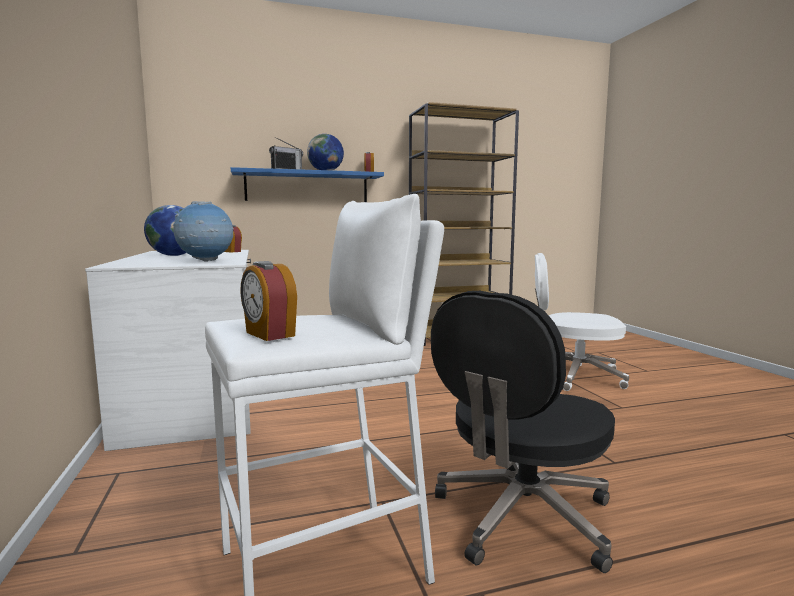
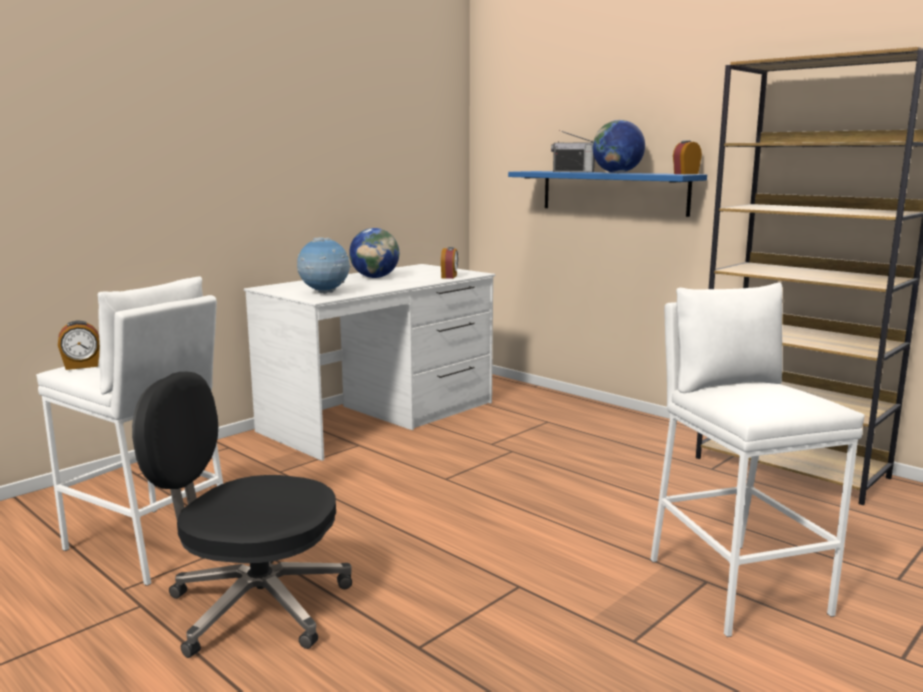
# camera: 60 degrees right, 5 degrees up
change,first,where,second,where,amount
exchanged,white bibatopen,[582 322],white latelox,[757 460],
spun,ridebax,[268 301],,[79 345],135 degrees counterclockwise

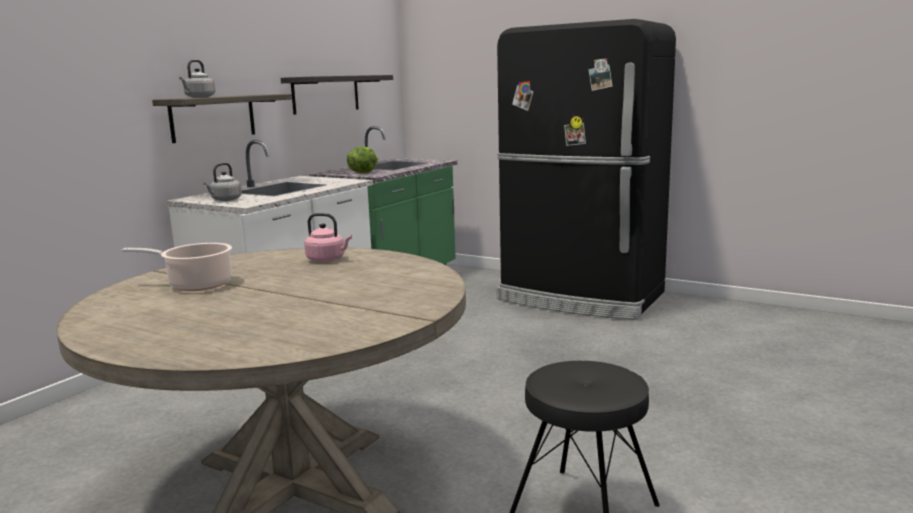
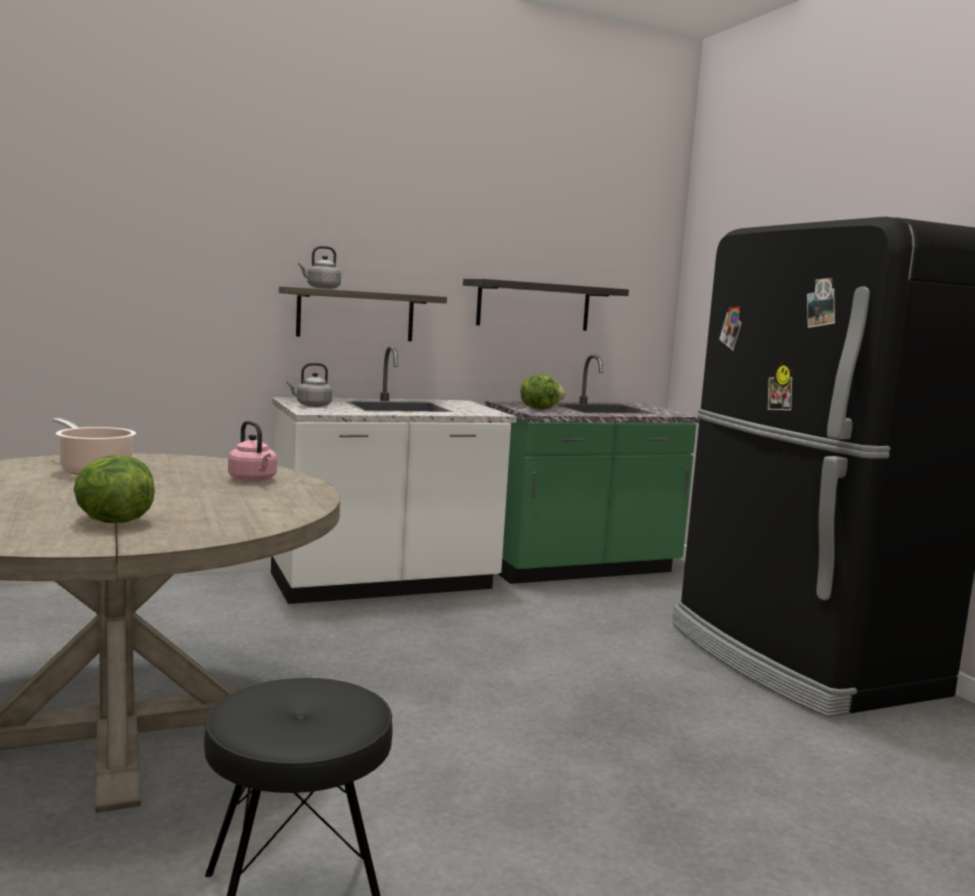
# camera: 35 degrees right, 5 degrees down
change,first,where,second,where,amount
appeared,,,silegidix,[114 489],

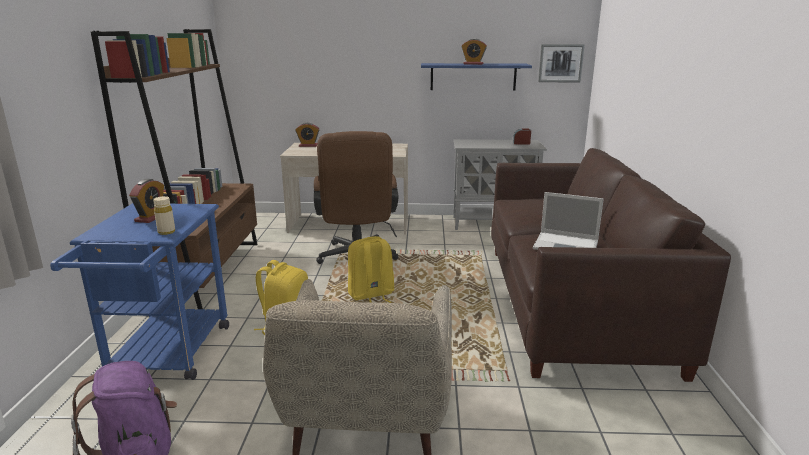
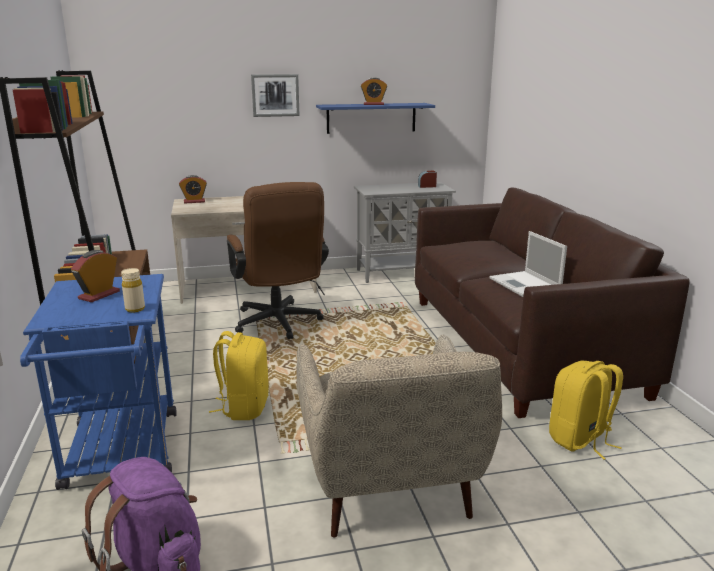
# camera: 15 degrees left, 0 degrees up
change,first,where,second,where,amount
relocated,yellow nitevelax,[371 269],,[586 410],
relocated,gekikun,[561 63],,[275 95],
spun,ridebax,[146 201],,[95 276],150 degrees counterclockwise
spun,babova,[568 221],,[528 264],60 degrees clockwise

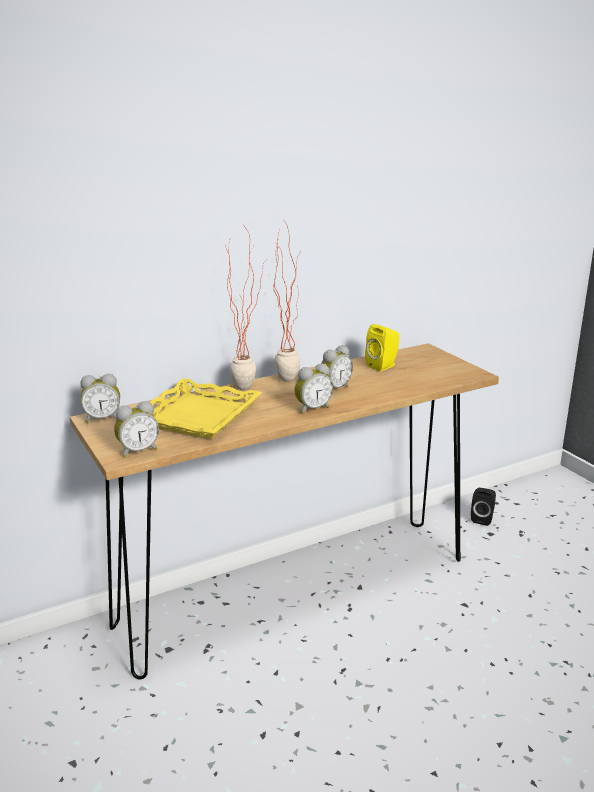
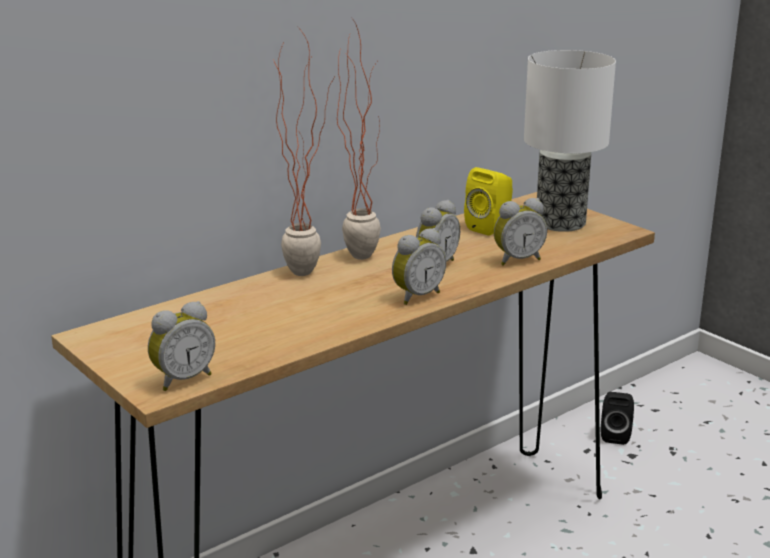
# camera: 10 degrees left, 0 degrees up
change,first,where,second,where,amount
missing,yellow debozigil,[206 408],,,
appeared,,,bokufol,[570 141],
relocated,ridebax,[100 398],,[520 232],

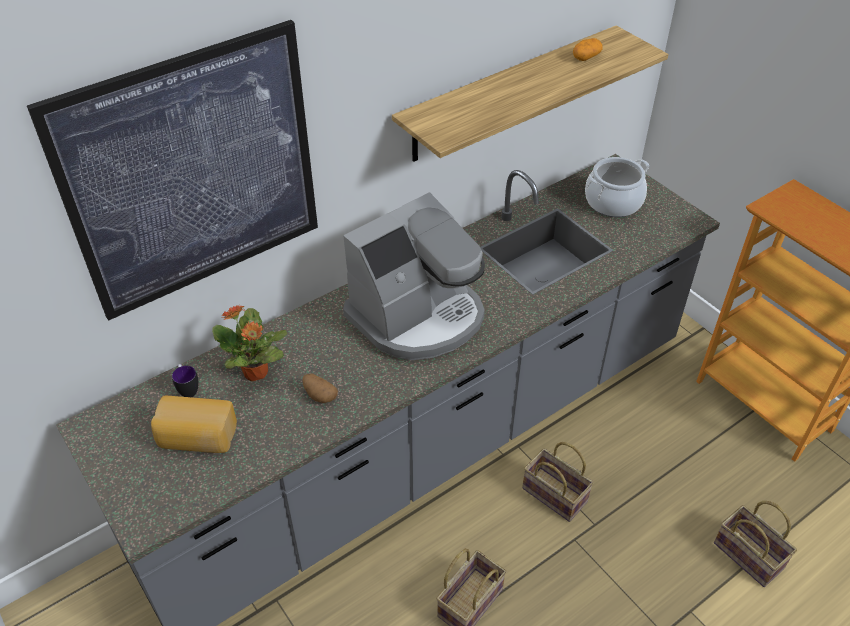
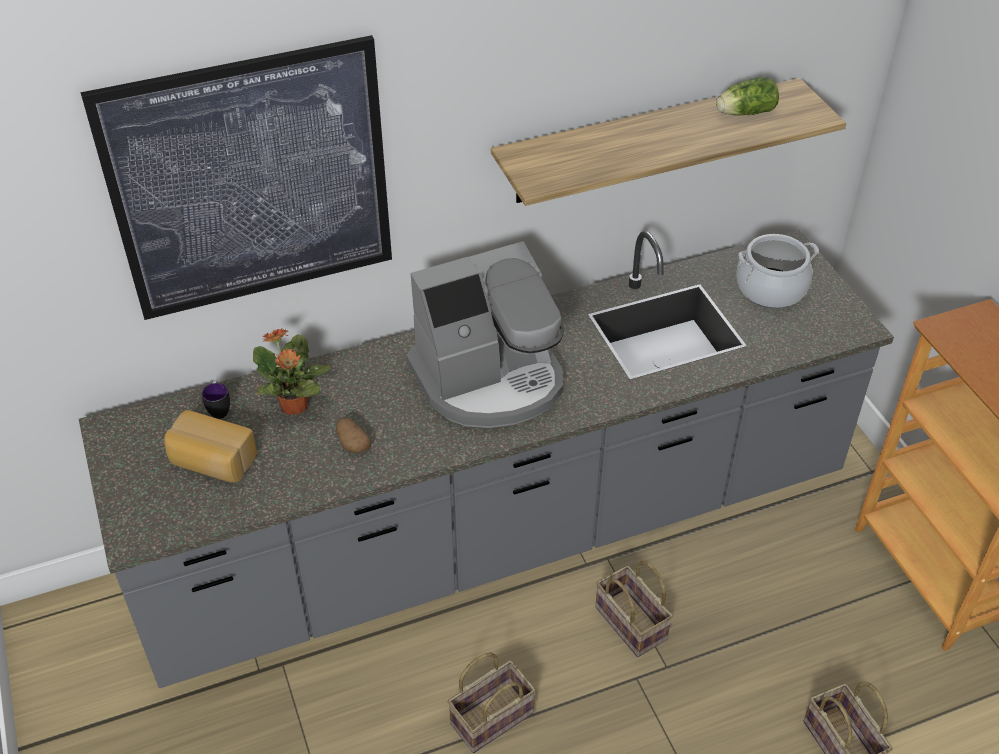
# camera: 15 degrees right, 0 degrees up
change,first,where,second,where,amount
exchanged,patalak,[588 49],silegidix,[747 96],

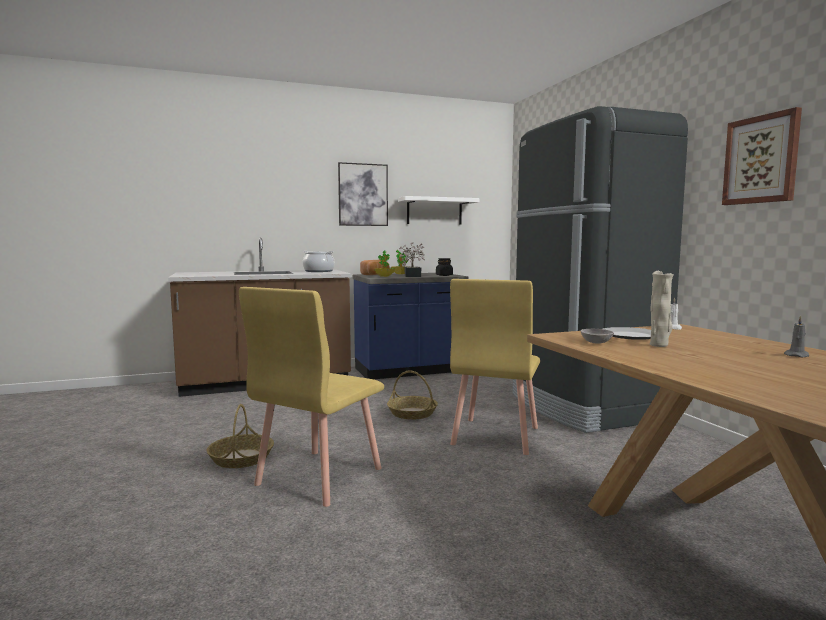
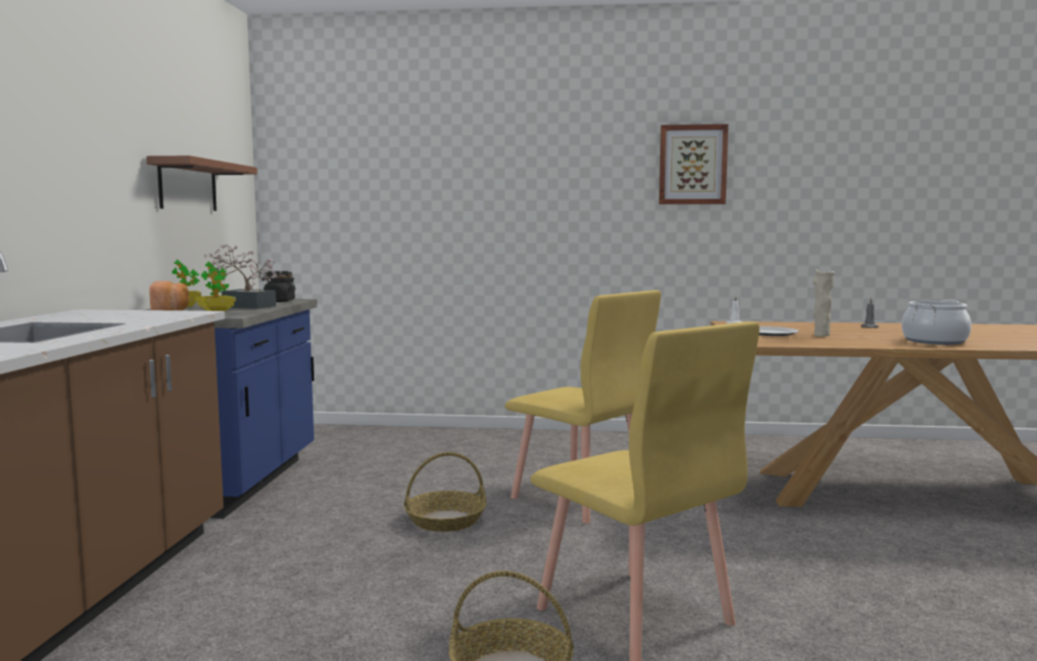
# camera: 65 degrees left, 0 degrees up
change,first,where,second,where,amount
missing,gekikun,[363 194],,,
missing,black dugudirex,[600 269],,,
missing,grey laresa,[597 336],,,
relocated,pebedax,[319 261],,[936 322],
colour,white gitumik,[439 210],brown gitumik,[201 183],

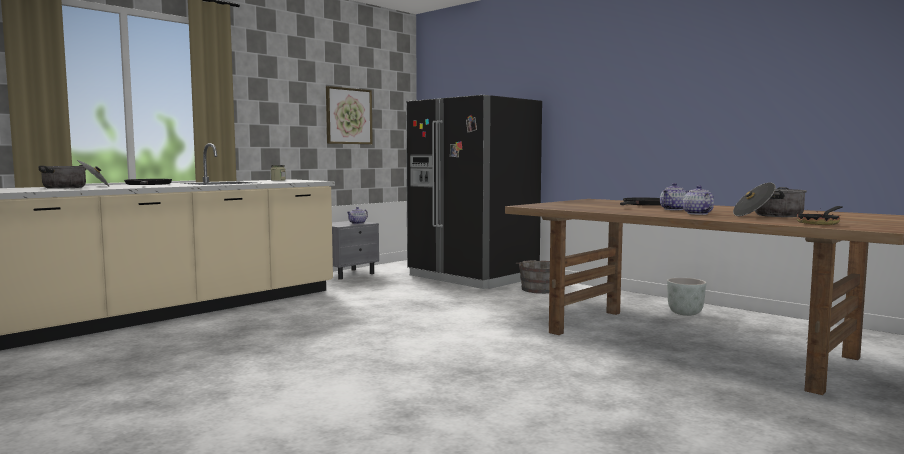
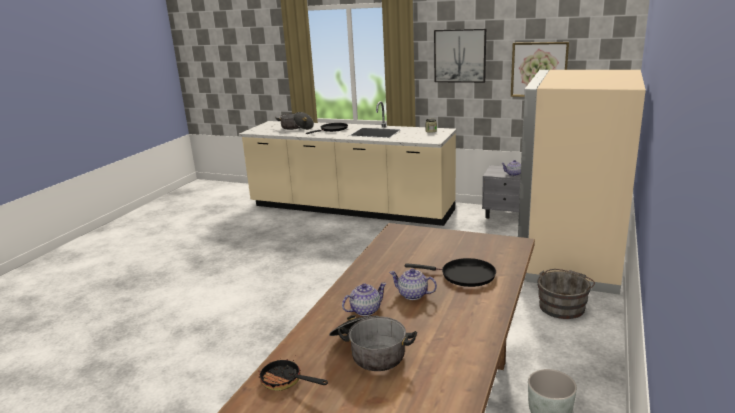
# camera: 70 degrees right, 15 degrees up
change,first,where,second,where,amount
appeared,,,gekikun,[460 56],
colour,black dugudirex,[474 192],beige dugudirex,[582 182],

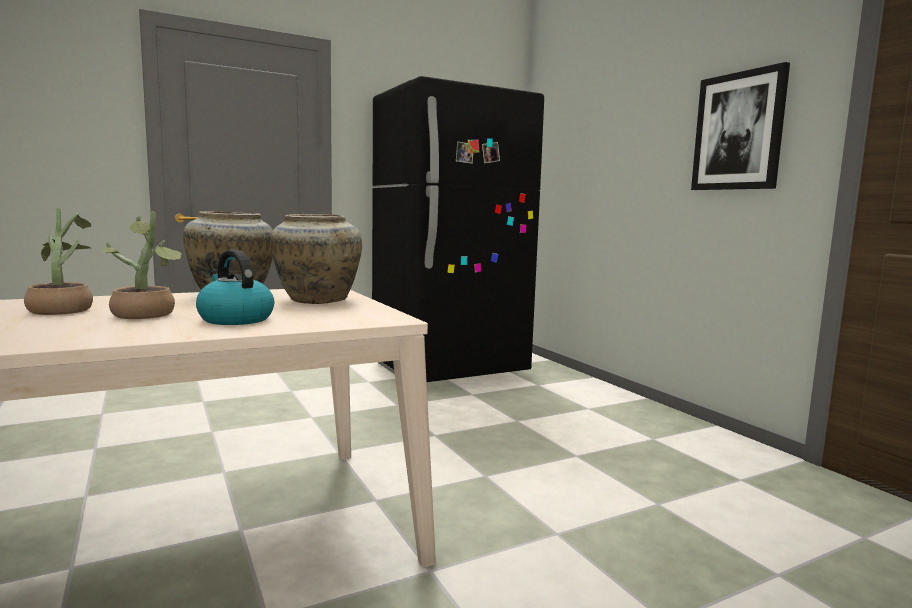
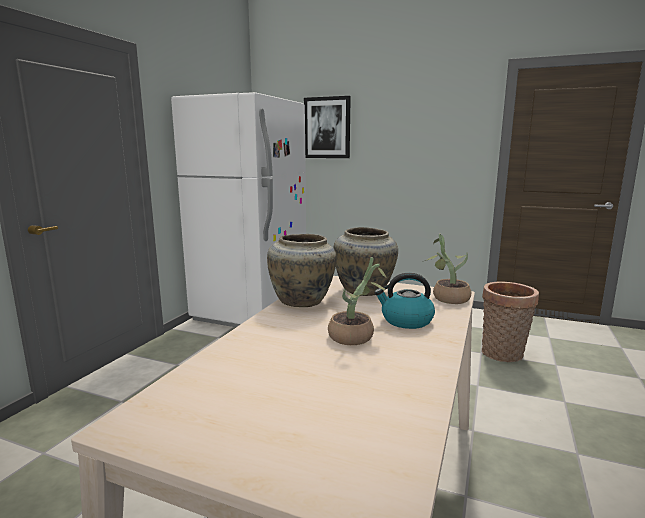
# camera: 40 degrees left, 5 degrees up
change,first,where,second,where,amount
appeared,,,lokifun,[510 322],
relocated,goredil,[58 261],,[448 269],
relocated,gekikun,[740 126],,[327 127],
colour,black dugudirex,[458 229],white dugudirex,[238 209],

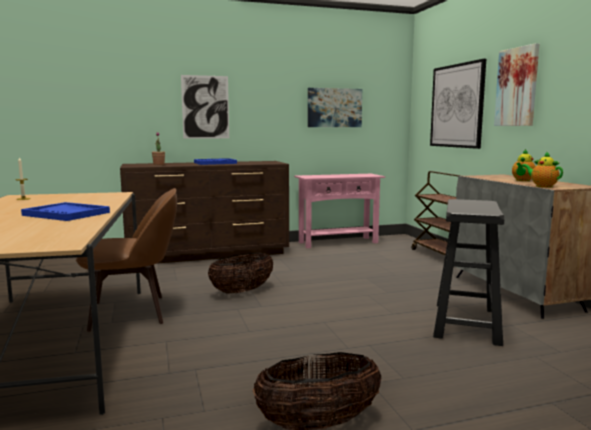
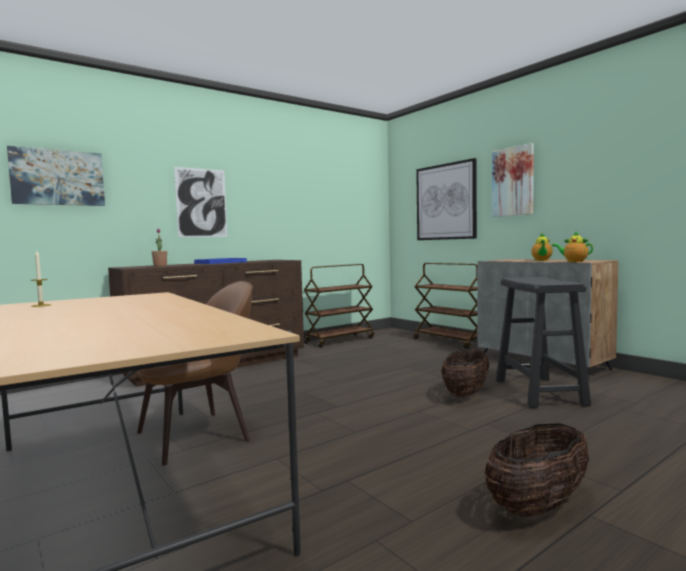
# camera: 20 degrees left, 5 degrees down
change,first,where,second,where,amount
missing,blue debozigil,[65 211],,,
relocated,lokifun,[240 273],,[465 373],
relocated,gekikun,[335 107],,[56 176],
exchanged,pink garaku,[339 211],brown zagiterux,[339 306],

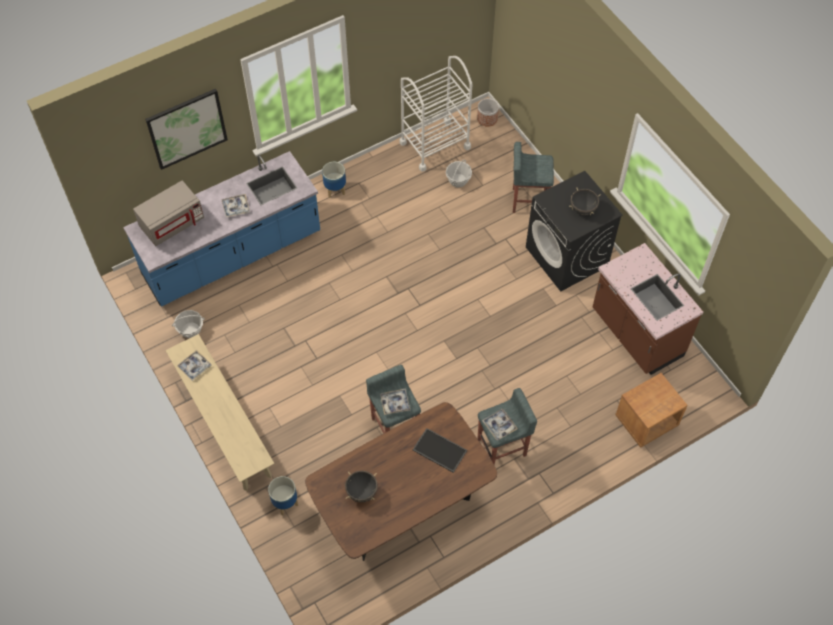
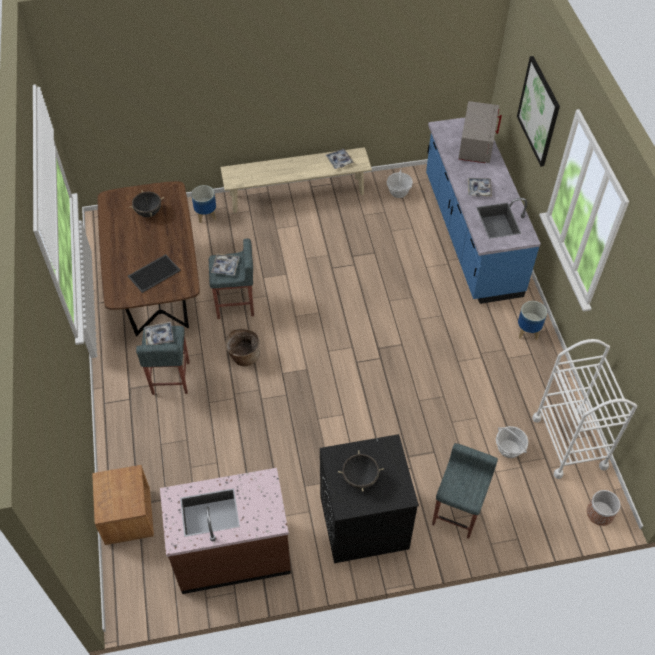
# camera: 110 degrees right, 5 degrees down
change,first,where,second,where,amount
appeared,,,lokifun,[242 347],
spun,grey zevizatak,[168 213],,[480 132],150 degrees counterclockwise

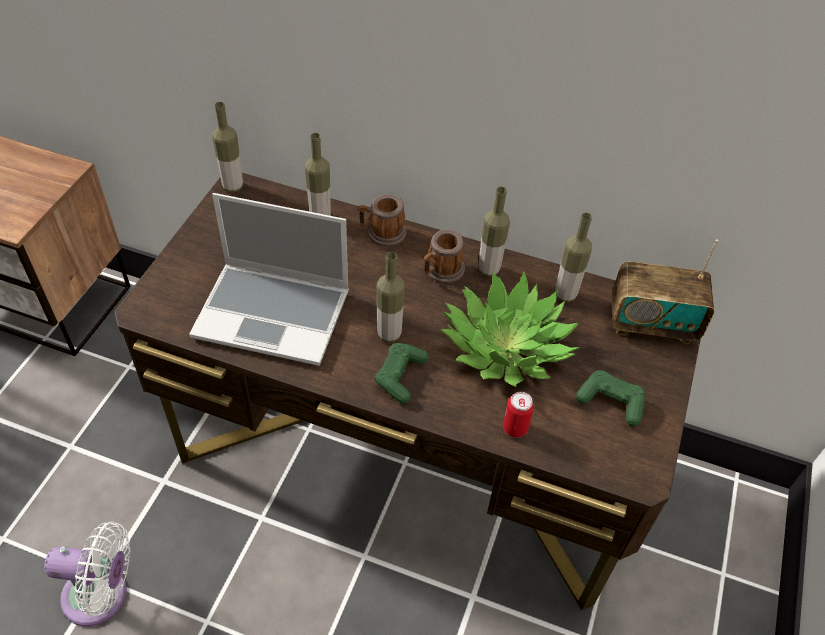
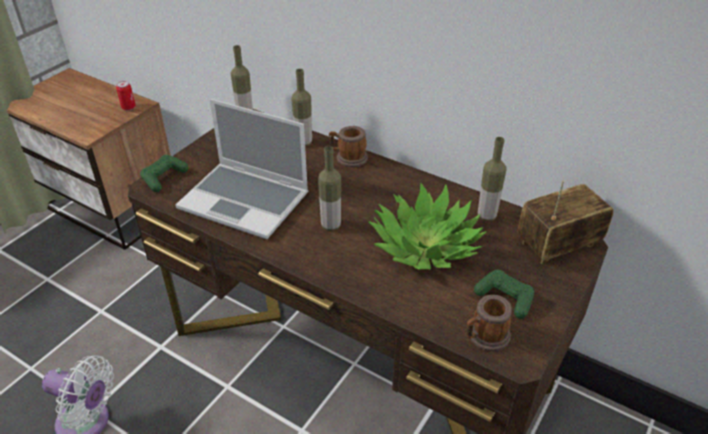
# camera: 15 degrees right, 10 degrees down
change,first,where,second,where,amount
missing,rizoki,[494 232],,,
relocated,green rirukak,[402 373],,[164 173],
relocated,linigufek,[444 256],,[489 323],
relocated,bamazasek,[518 415],,[126 96],
spun,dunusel,[665 291],,[565 222],135 degrees clockwise

